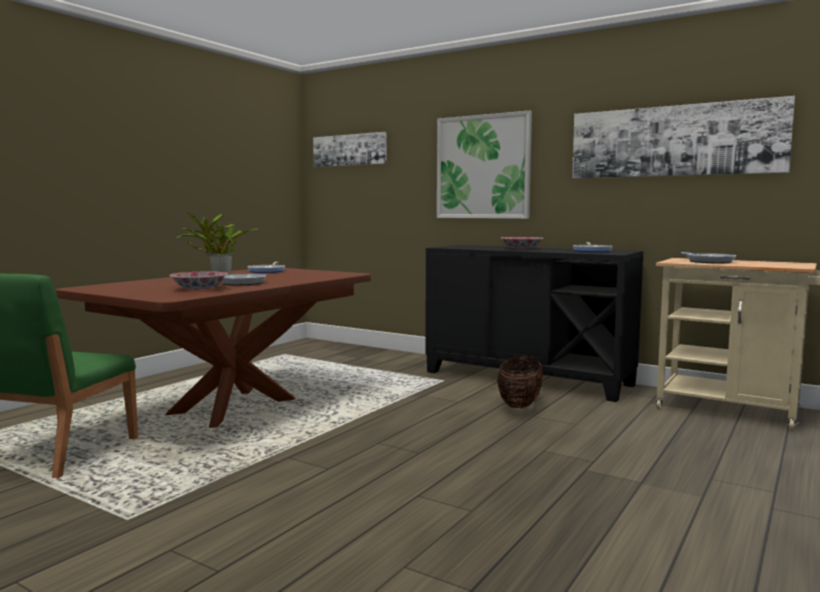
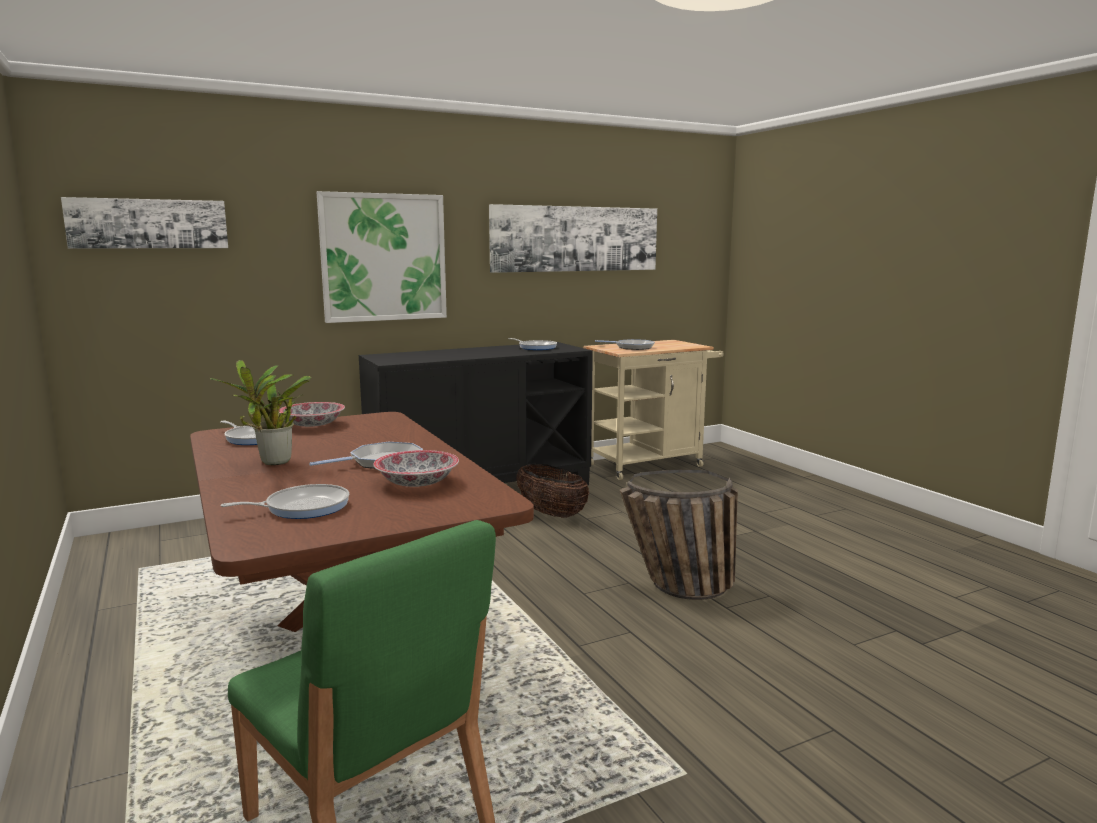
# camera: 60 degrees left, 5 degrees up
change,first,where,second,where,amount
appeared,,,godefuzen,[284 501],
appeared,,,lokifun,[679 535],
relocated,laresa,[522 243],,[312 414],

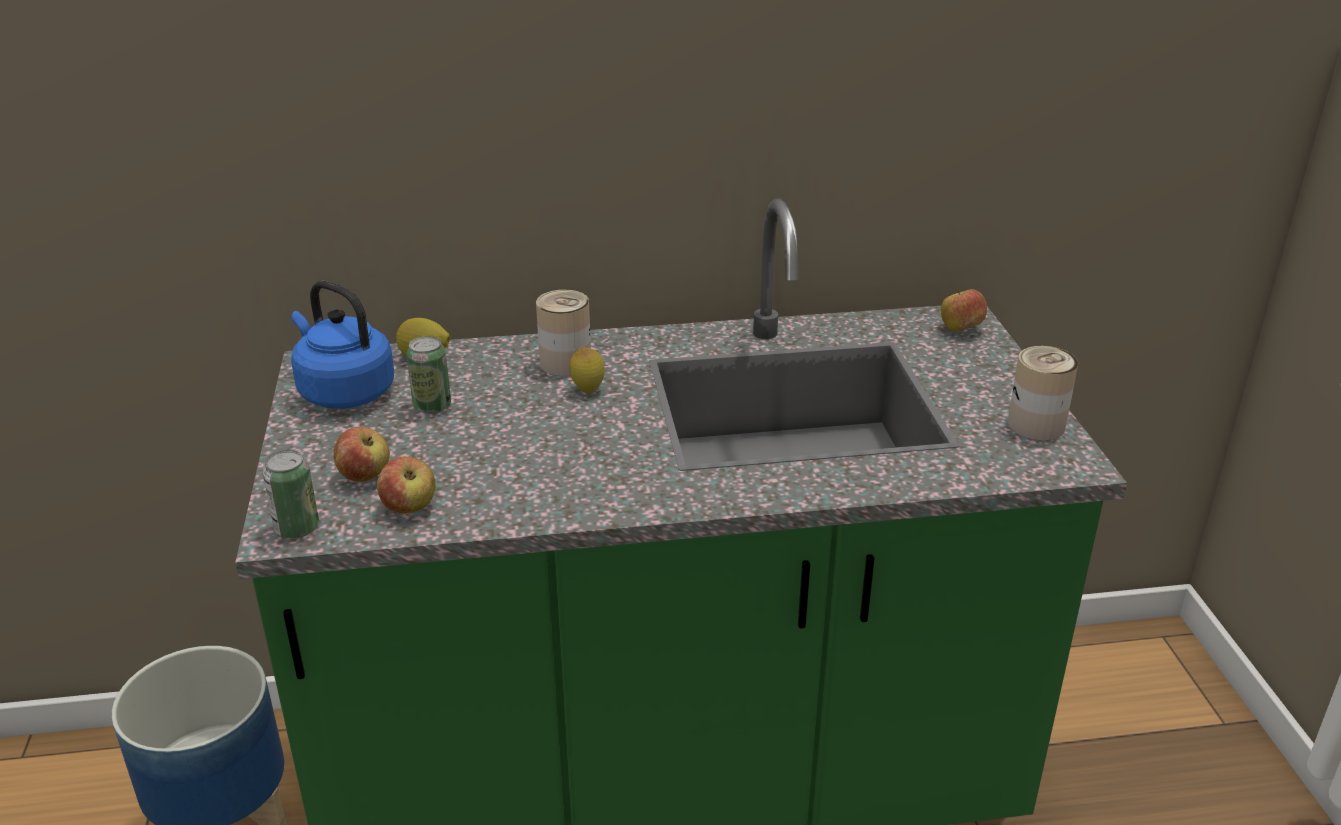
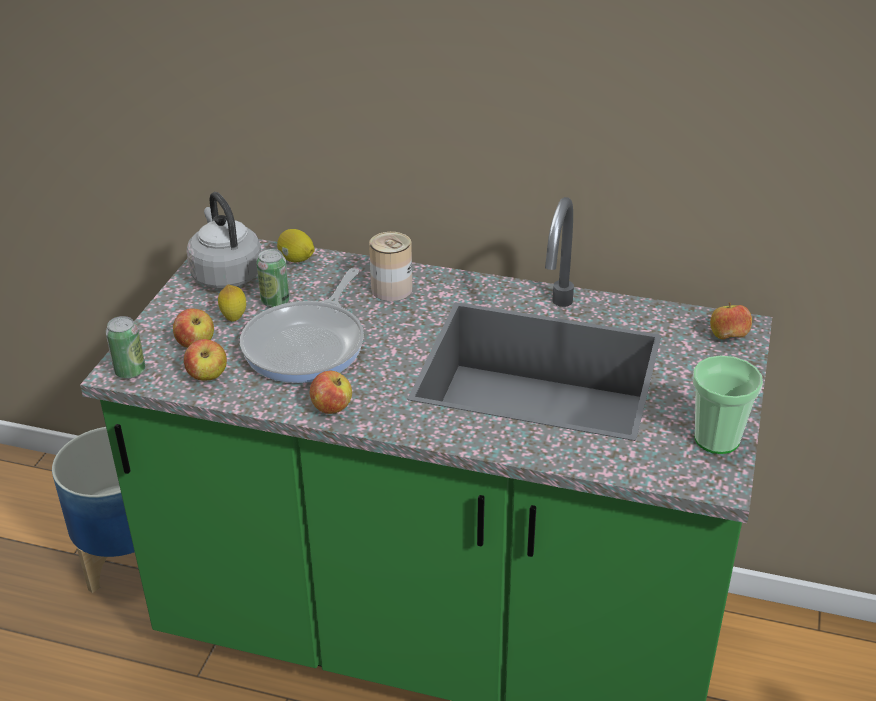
# camera: 25 degrees right, 5 degrees up
change,first,where,second,where,amount
appeared,,,godefuzen,[302 325],
appeared,,,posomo,[331 392],
relocated,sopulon,[587 370],,[232 303],
exchanged,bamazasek,[1043 393],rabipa,[728 404],
colour,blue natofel,[342 345],grey natofel,[223 240],

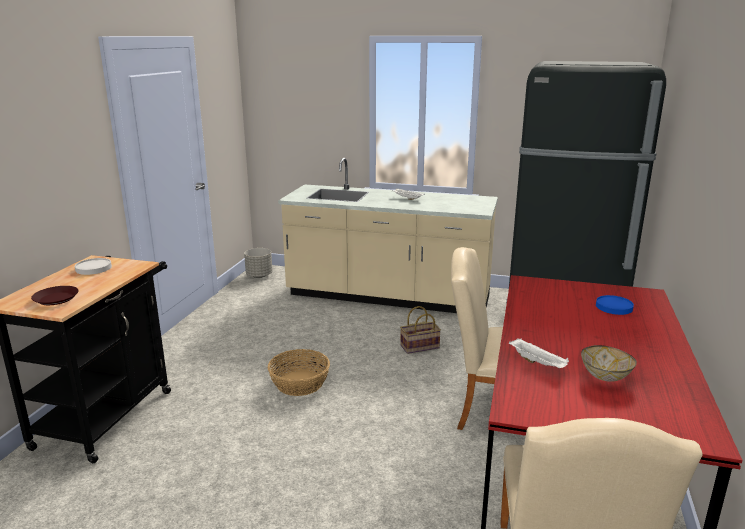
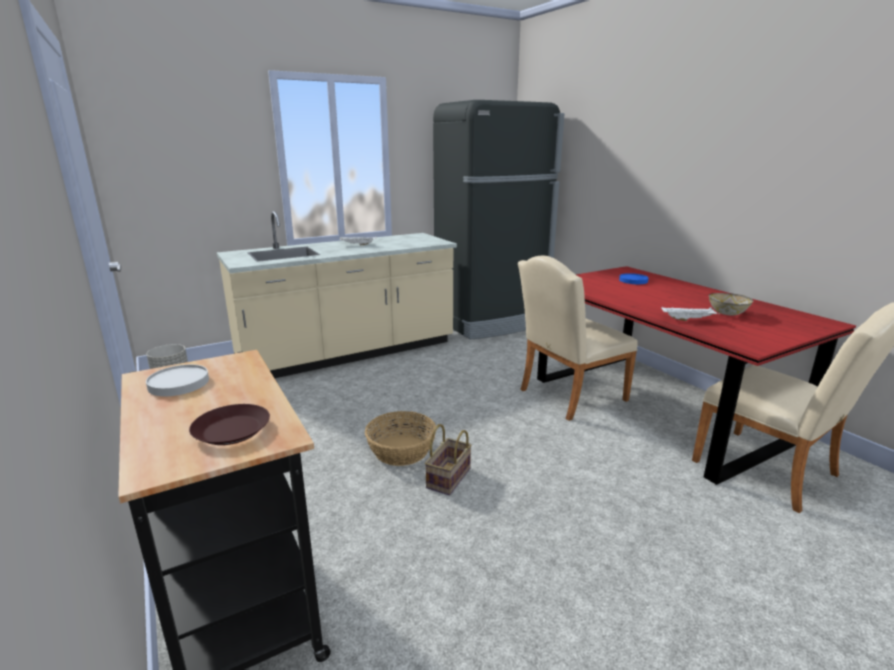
# camera: 45 degrees left, 0 degrees up
change,first,where,second,where,amount
relocated,lokifun,[420 330],,[448 459],

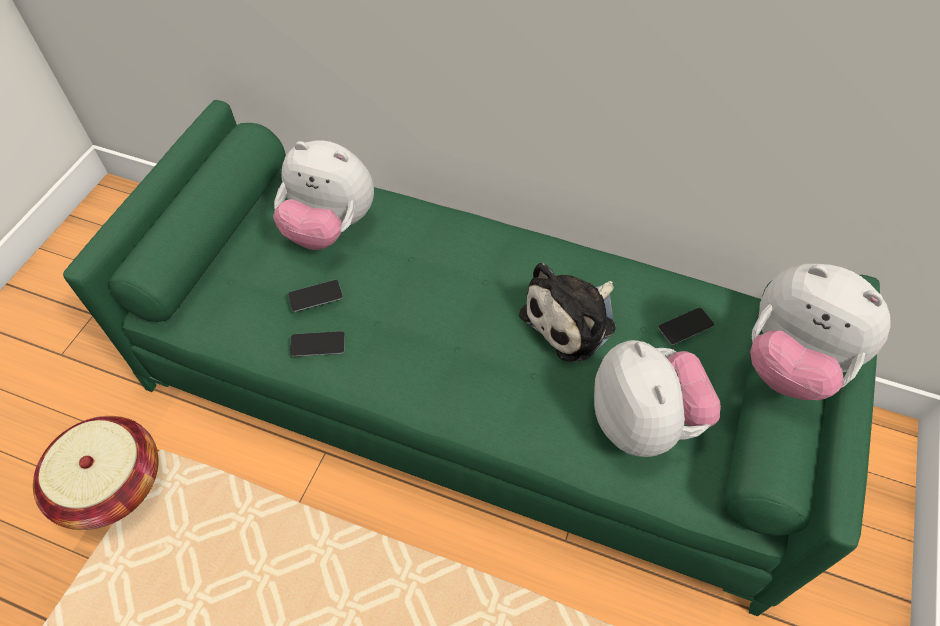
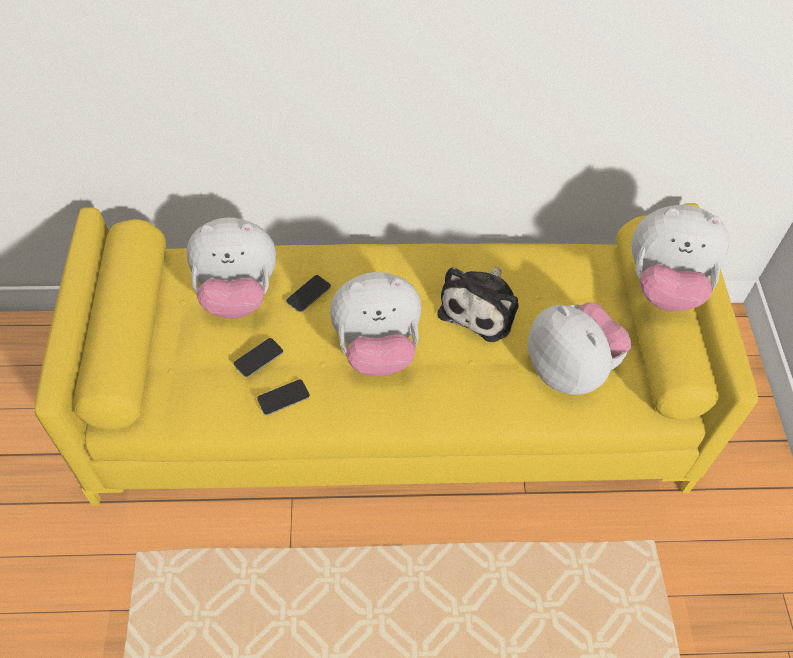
# camera: 25 degrees left, 0 degrees up
change,first,where,second,where,amount
missing,lokifun,[95 473],,,
appeared,,,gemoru,[375 324],
relocated,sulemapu,[686 326],,[308 293],
colour,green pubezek,[471 358],yellow pubezek,[396 354],

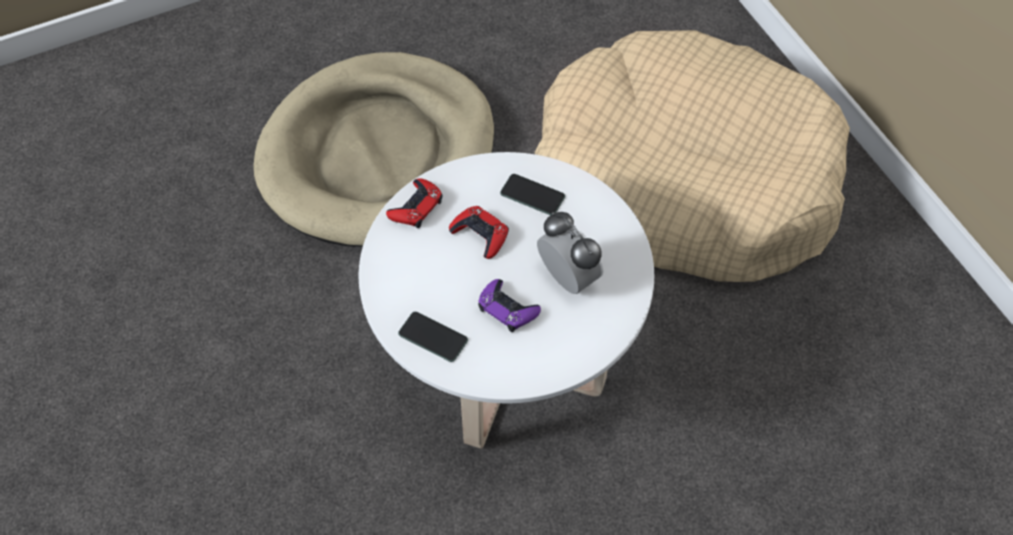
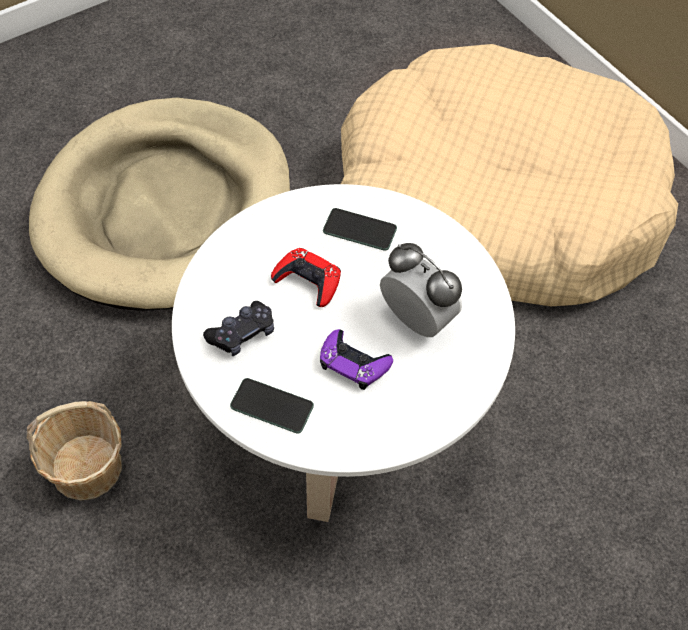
# camera: 10 degrees left, 0 degrees up
change,first,where,second,where,amount
missing,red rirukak,[414 203],,,
appeared,,,lokifun,[74 451],
appeared,,,black rirukak,[238 328],

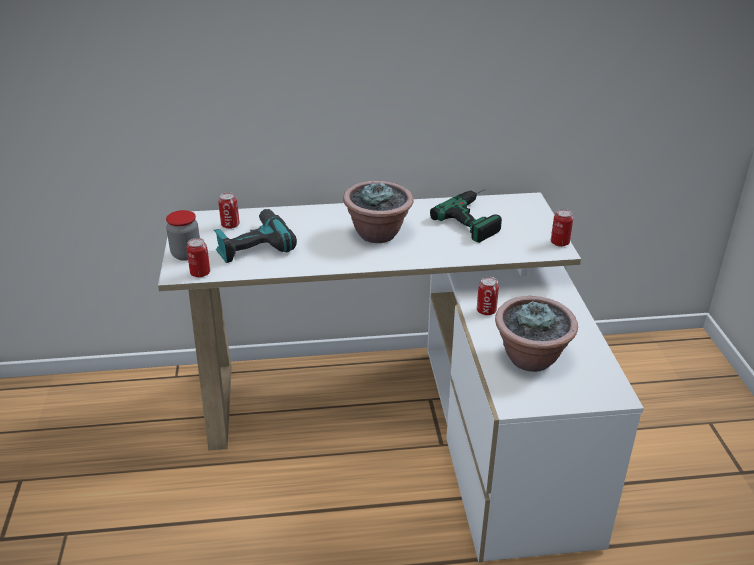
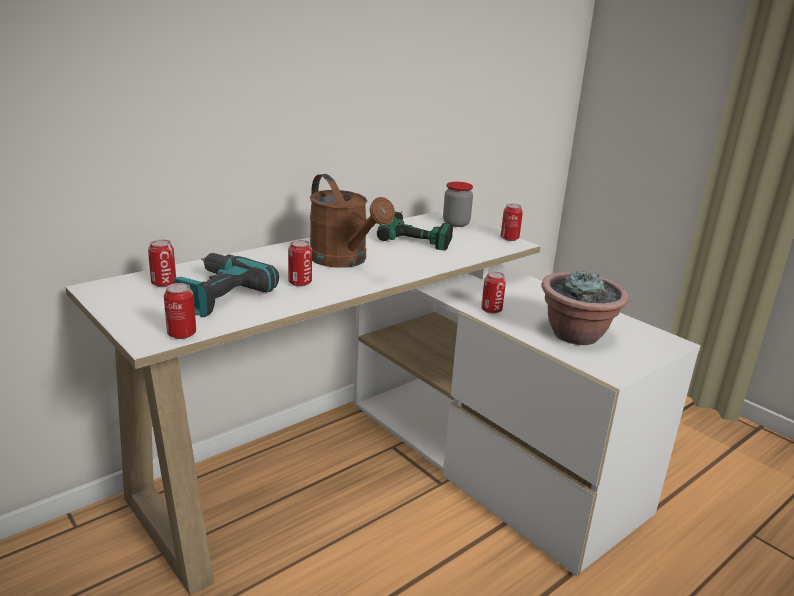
# camera: 35 degrees left, 10 degrees down
change,first,where,second,where,amount
appeared,,,bamazasek,[300 263],
relocated,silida,[183 235],,[458 204],
exchanged,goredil,[378 212],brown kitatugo,[352 221],

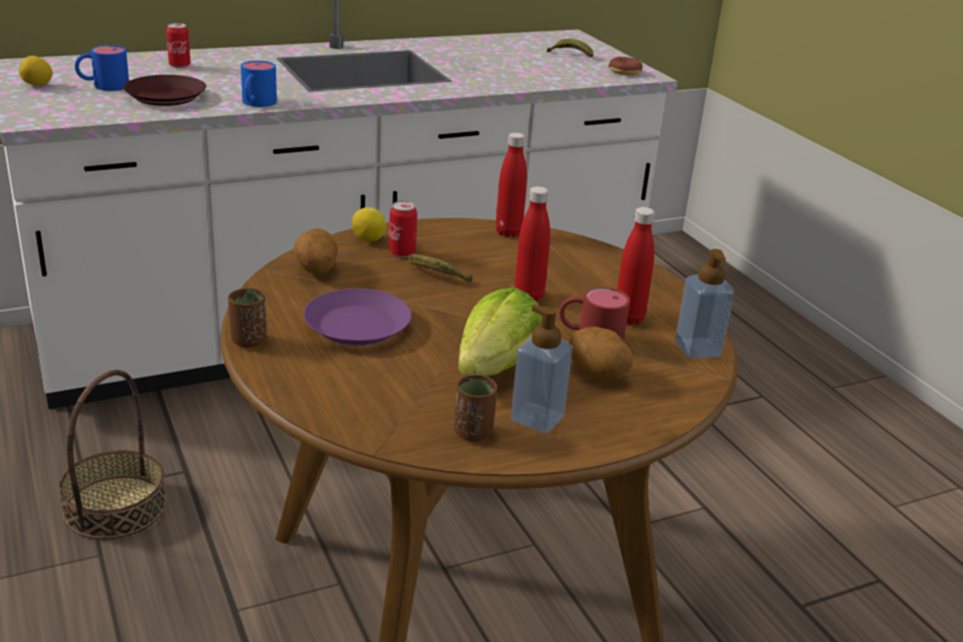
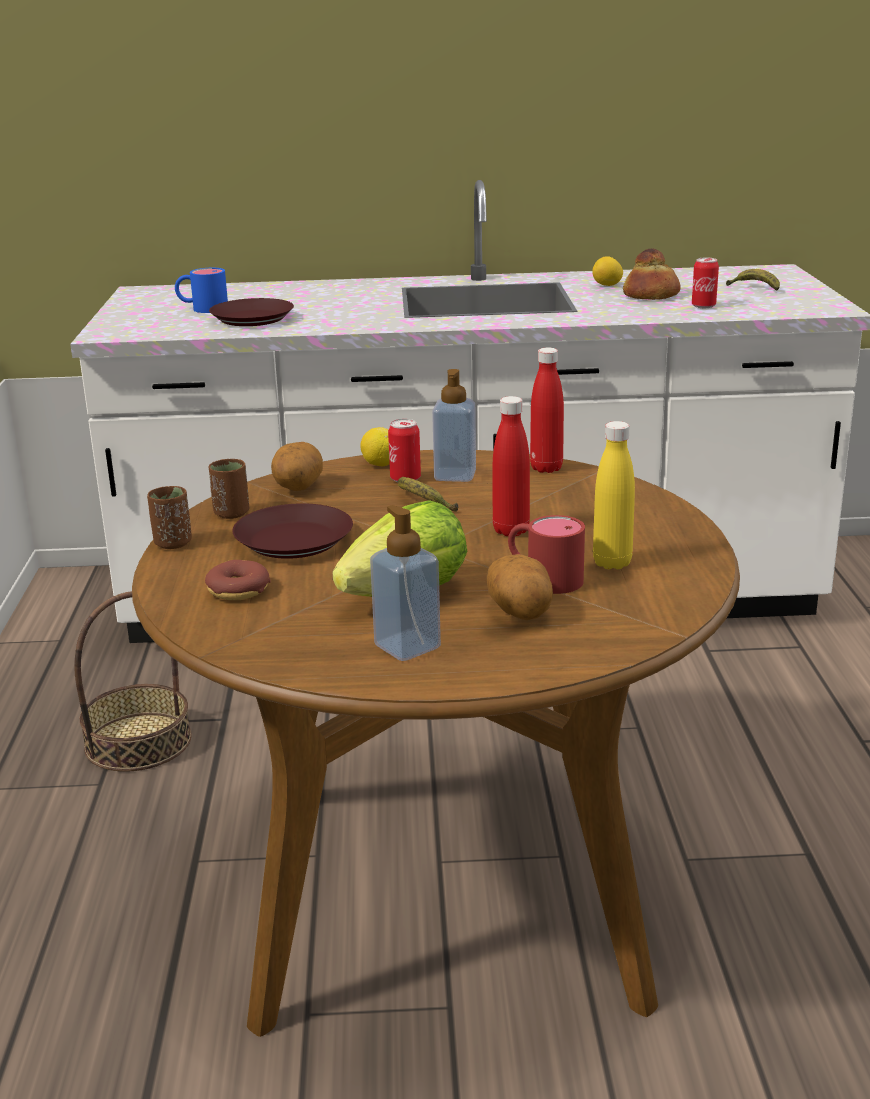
# camera: 25 degrees right, 5 degrees down
change,first,where,second,where,amount
missing,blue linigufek,[259 84],,,
appeared,,,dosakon,[651 274],
relocated,sopulon,[36 71],,[607 271],
relocated,bamazasek,[178 45],,[705 283],
relocated,brown rabipa,[475 408],,[229 489],
relocated,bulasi,[625 66],,[238 580],
relocated,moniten,[704 304],,[454 425],
colour,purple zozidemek,[357 316],brown zozidemek,[292 531],
colour,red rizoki,[636 266],yellow rizoki,[614 495],

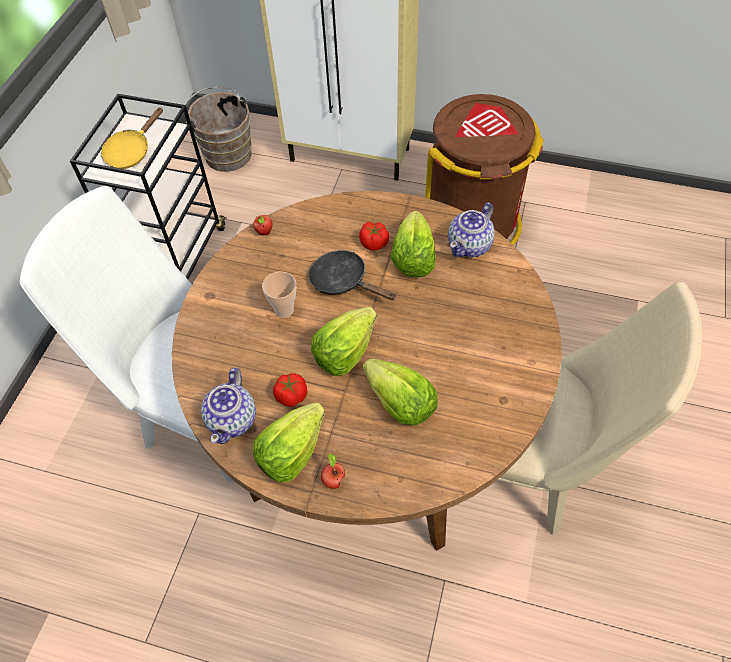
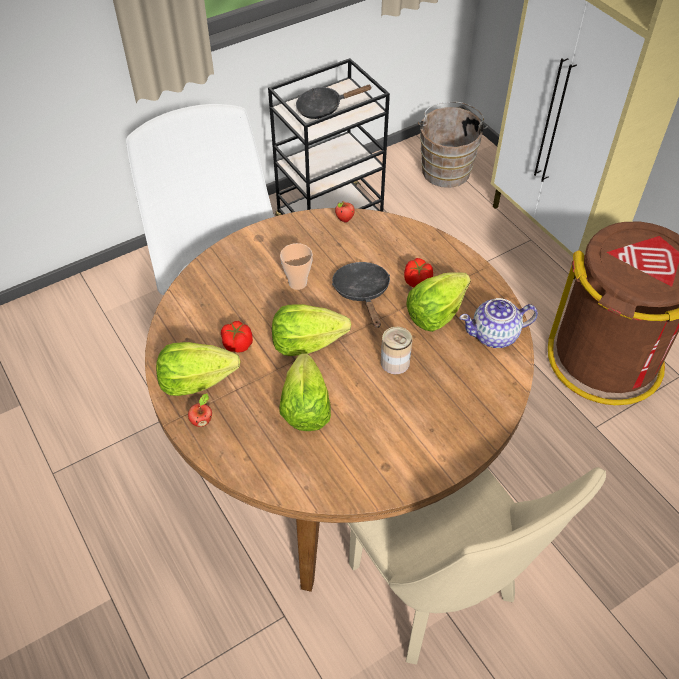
# camera: 40 degrees right, 5 degrees down
change,first,where,second,where,amount
missing,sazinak,[228 405],,,
appeared,,,bamazasek,[396 350],
colour,yellow godefuzen,[132 138],black godefuzen,[334 102],

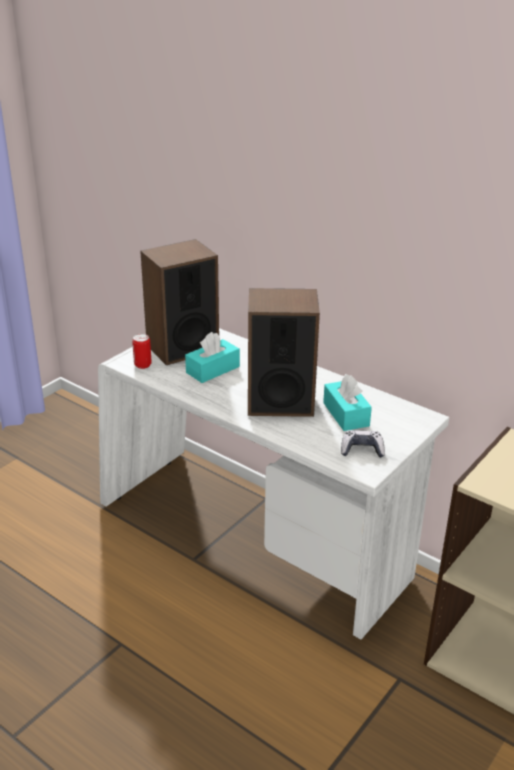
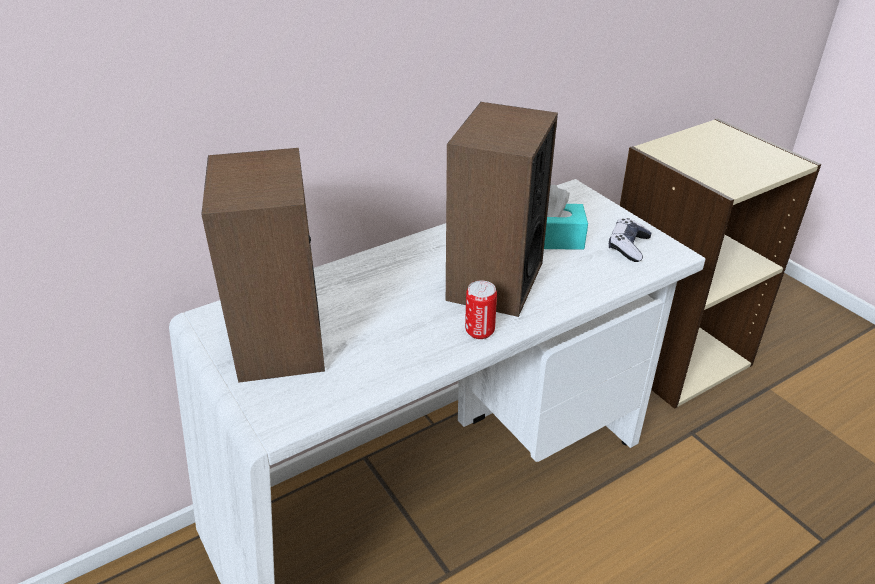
# camera: 70 degrees left, 5 degrees up
change,first,where,second,where,amount
missing,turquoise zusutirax,[212 357],,,
relocated,bamazasek,[142 351],,[481 309],

